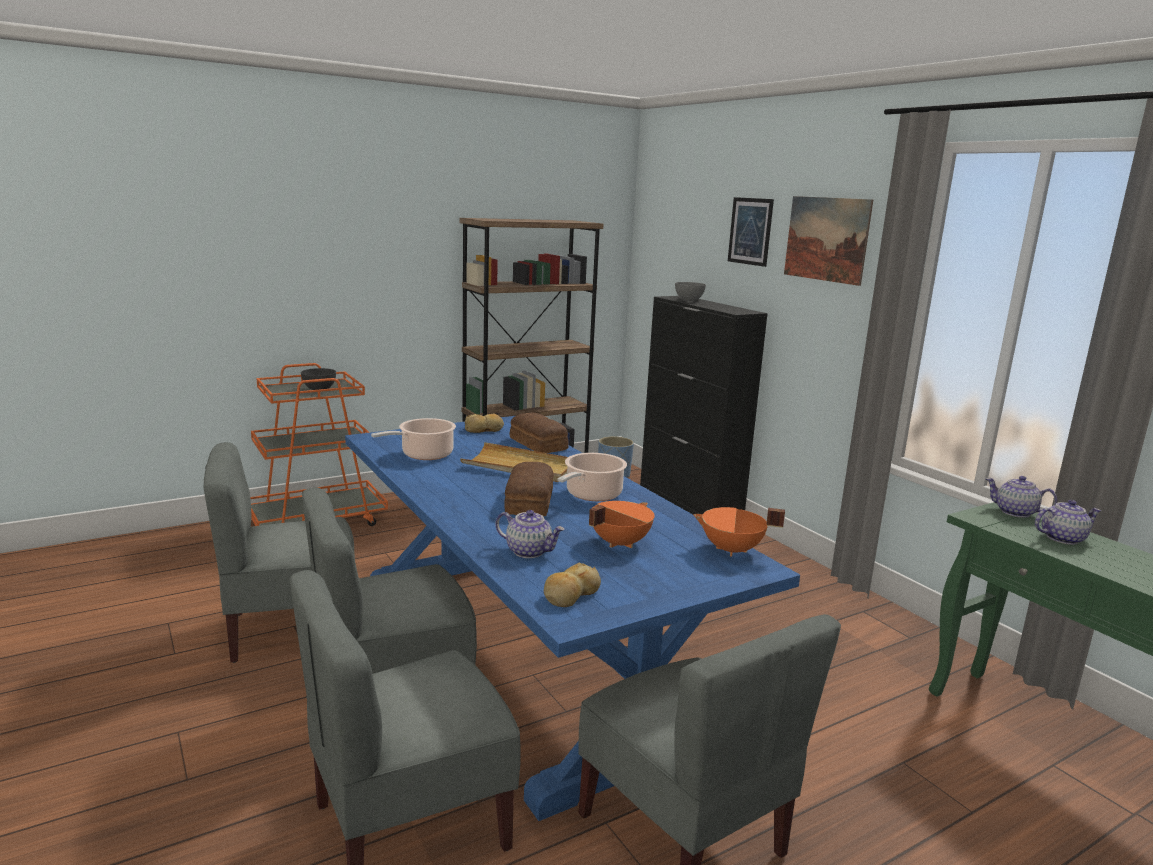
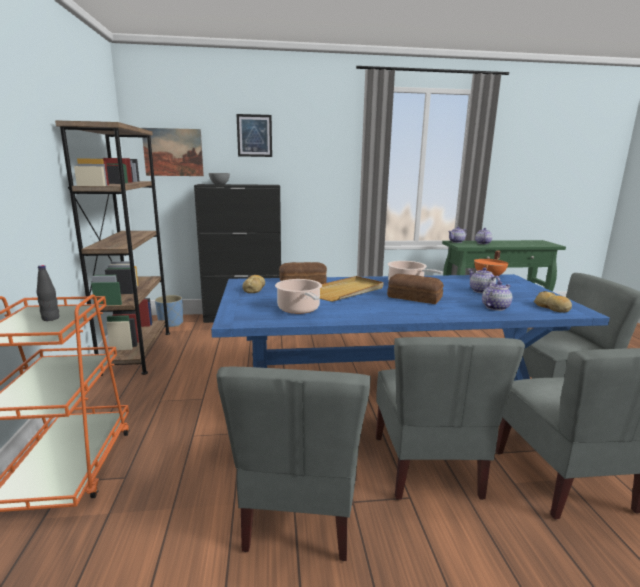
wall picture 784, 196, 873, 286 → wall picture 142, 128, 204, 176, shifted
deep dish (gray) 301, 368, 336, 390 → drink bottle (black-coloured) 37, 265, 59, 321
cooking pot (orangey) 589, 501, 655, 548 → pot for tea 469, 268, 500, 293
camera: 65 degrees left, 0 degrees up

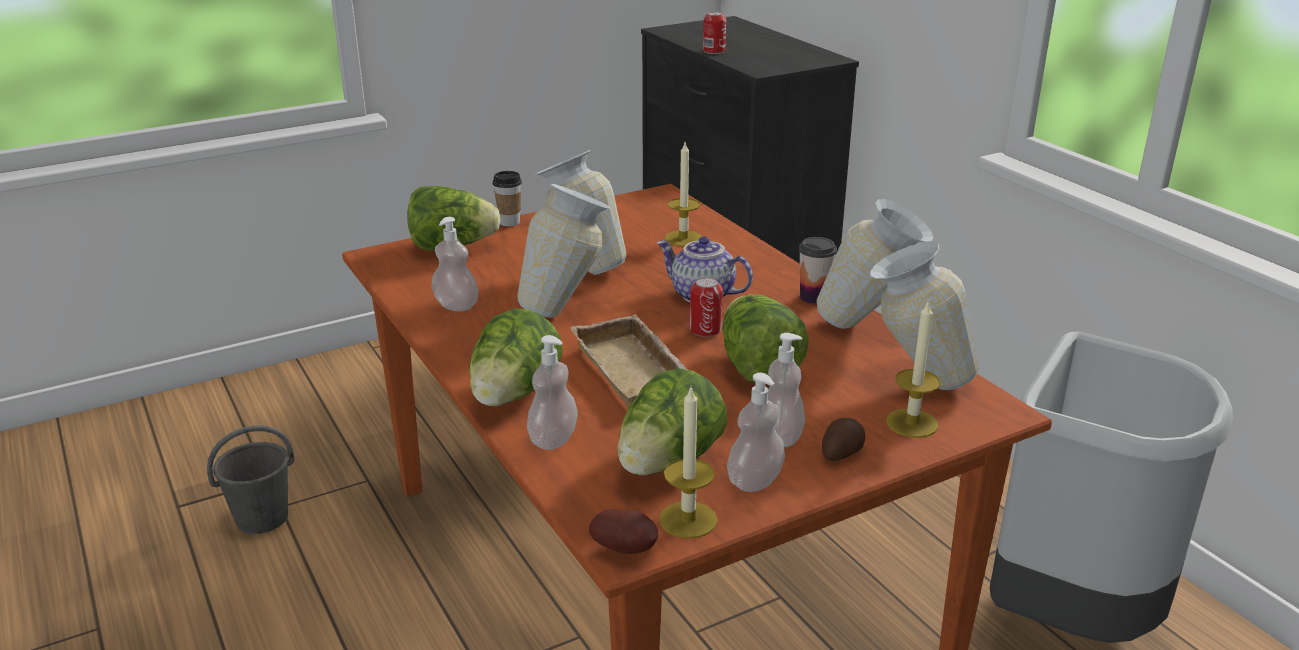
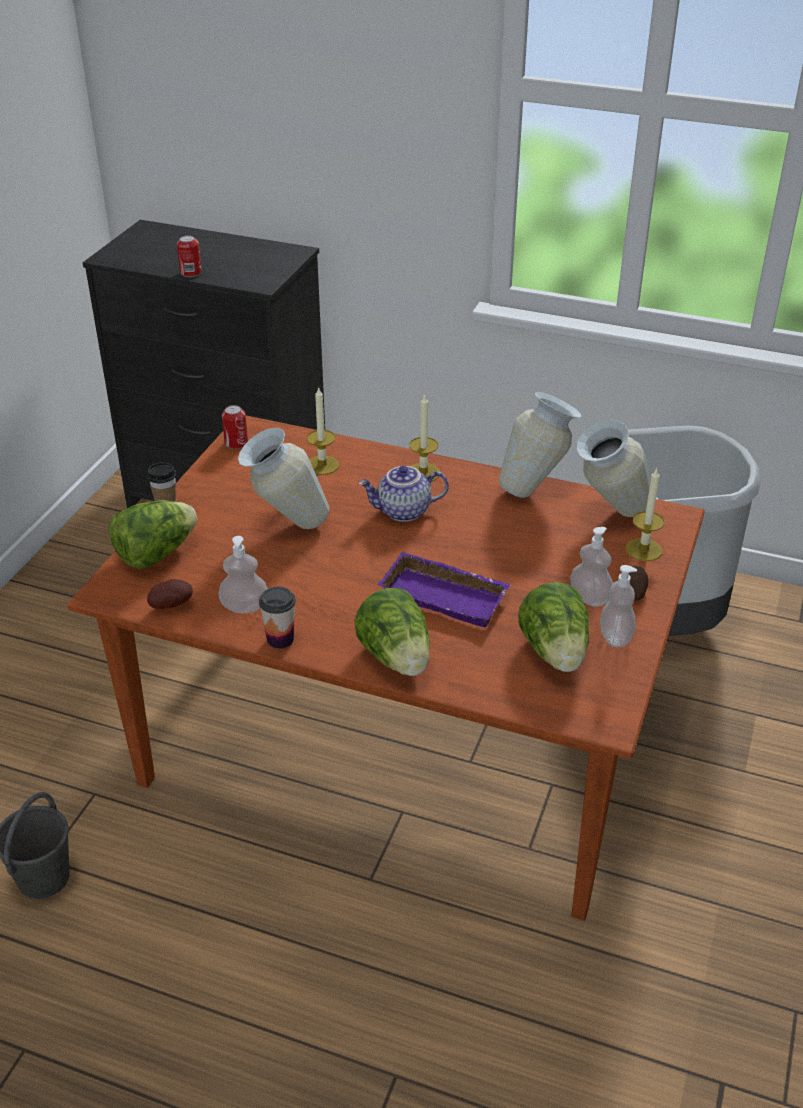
decorative vase 517, 184, 611, 318 → -
soap dispenser 527, 335, 578, 450 → -
lettuce 723, 295, 809, 385 → -
spud 589, 509, 658, 554 → spud 147, 579, 193, 609, shifted
wax light 659, 385, 718, 539 → wax light 409, 394, 440, 481, shifted
sealed can 690, 277, 723, 337 → sealed can 222, 405, 248, 449, shifted
drinking cup 799, 237, 837, 304 → drinking cup 259, 587, 296, 649, shifted
tray (beige) 570, 315, 688, 407 → tray (purple) 377, 551, 510, 627
camera: 40 degrees left, 10 degrees up

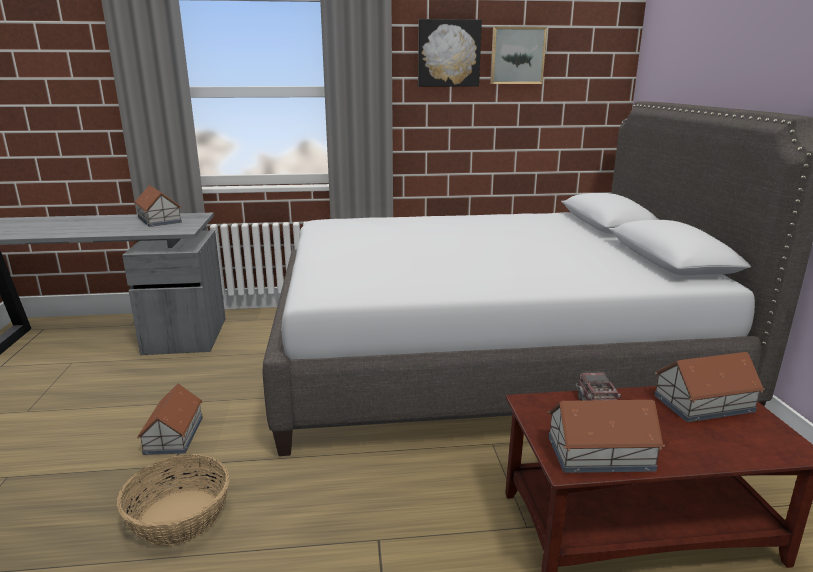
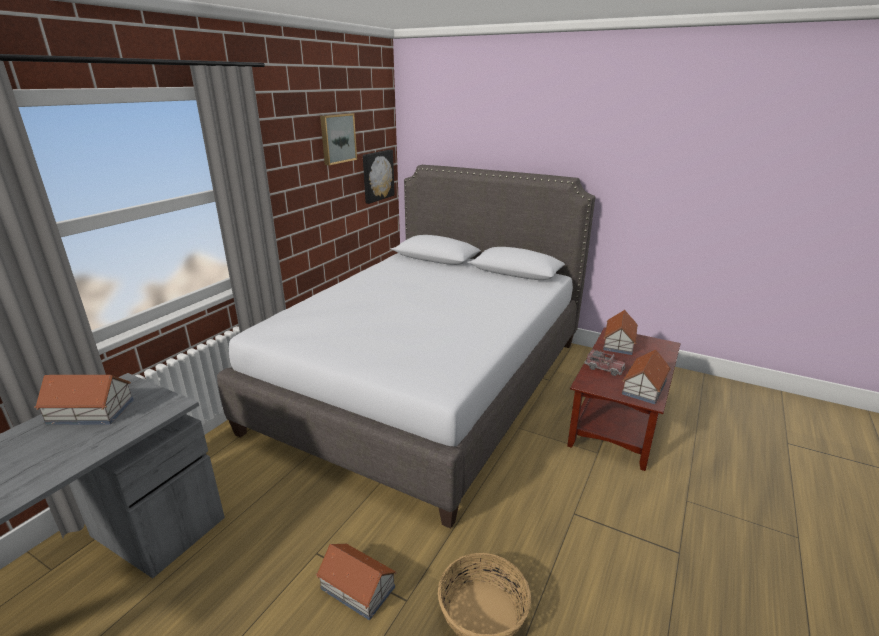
wall picture 418, 19, 482, 87 → wall picture 363, 150, 395, 204, shifted
camera: 55 degrees left, 5 degrees up

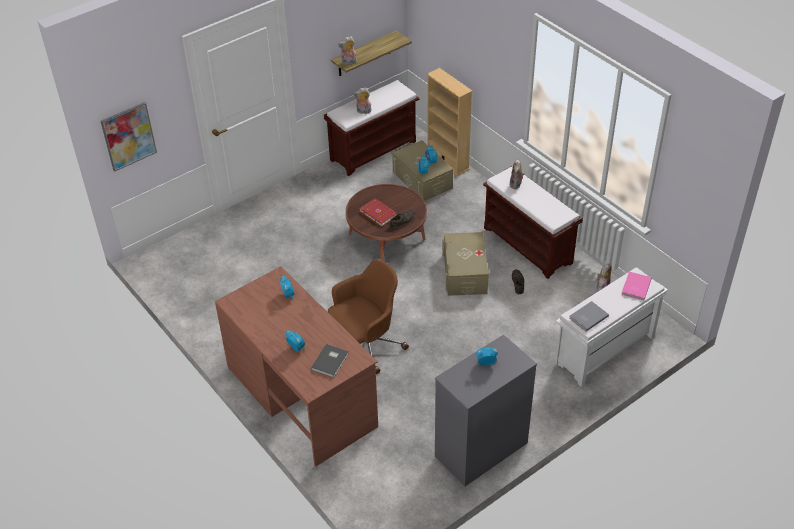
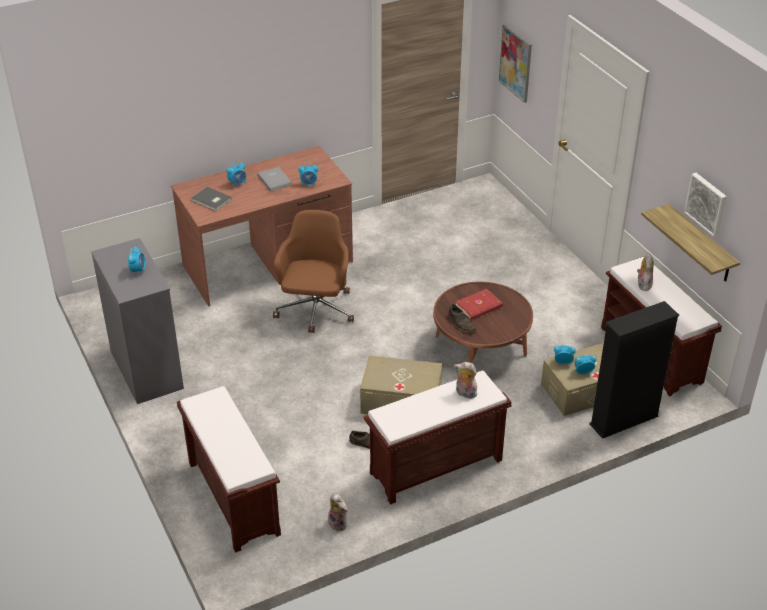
soft toy 338, 36, 356, 65 → -
volume (pinkish) 621, 272, 652, 300 → -
- → wall picture 684, 173, 727, 237
volume (gray) 569, 301, 609, 332 → volume (gray) 257, 167, 292, 191, shifted
shelving unit (beige) 426, 68, 473, 176 → shelving unit (black-coloured) 589, 301, 679, 439
long seat (white-coloured) 555, 267, 668, 387 → long seat (brownish) 177, 386, 281, 553
desk chair (brownish) 328, 259, 409, 374 → desk chair (brownish) 273, 210, 354, 333, 150 degrees counterclockwise
camera: 100 degrees right, 5 degrees down

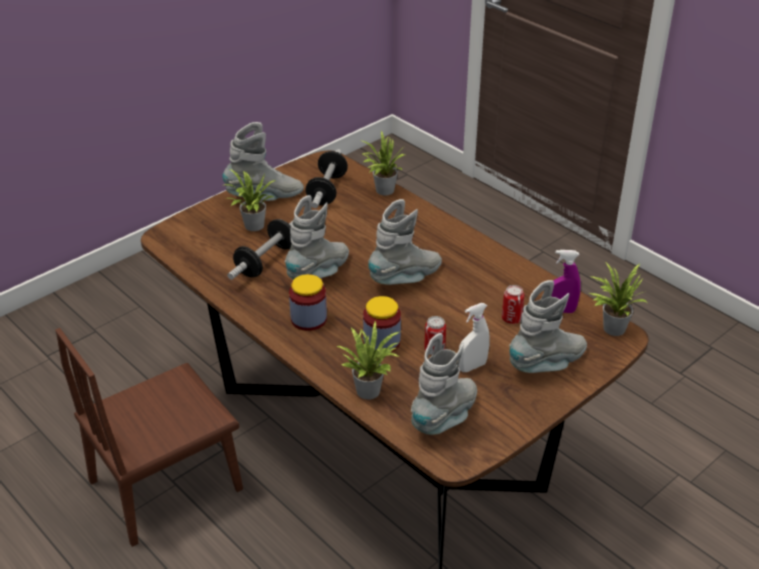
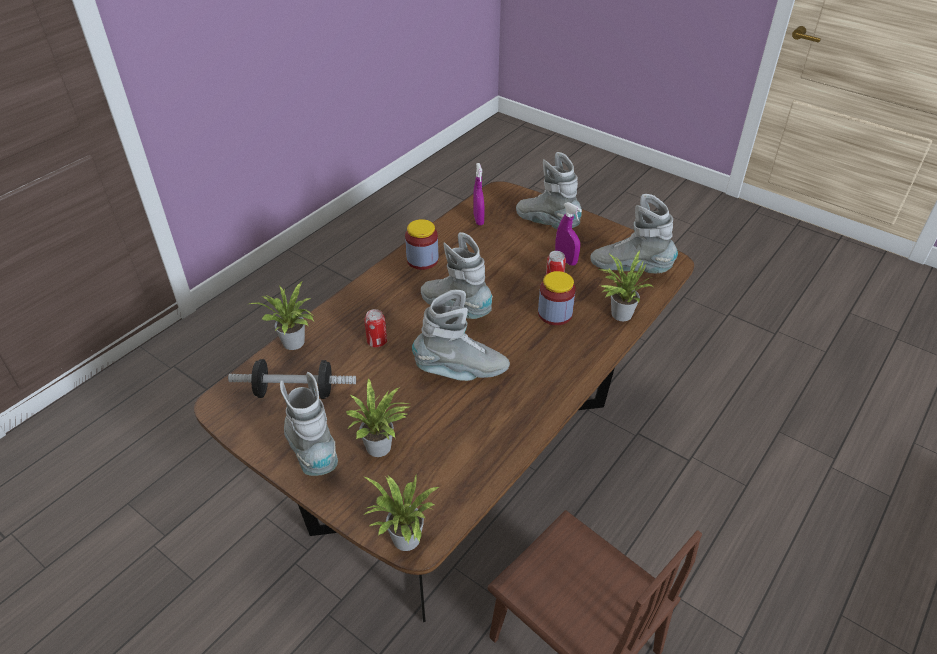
hand weight 227, 219, 292, 280 → -
preserve jar 289, 274, 327, 331 → preserve jar 405, 219, 439, 270, shifted
sealed can 502, 285, 524, 324 → sealed can 364, 309, 387, 347, shifted
houseplant 589, 262, 648, 336 → houseplant 364, 475, 439, 551, shifted
sprayer (white-coloured) 459, 303, 490, 372 → sprayer (purple) 555, 202, 582, 266
high-top boot (gray) 285, 195, 349, 280 → high-top boot (gray) 412, 290, 510, 381, 150 degrees clockwise
camera: 100 degrees left, 5 degrees up

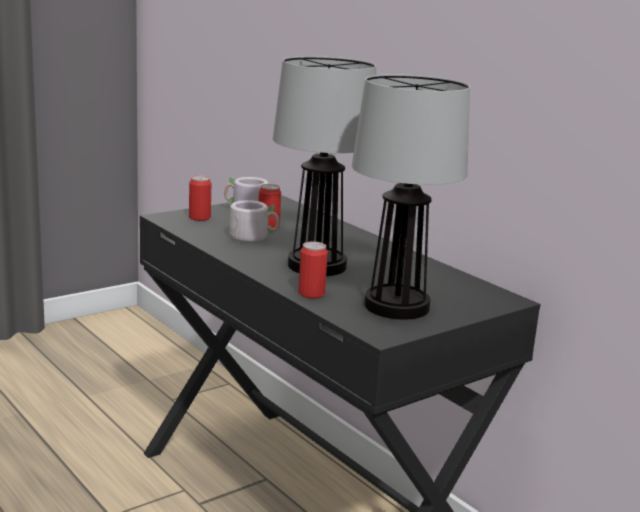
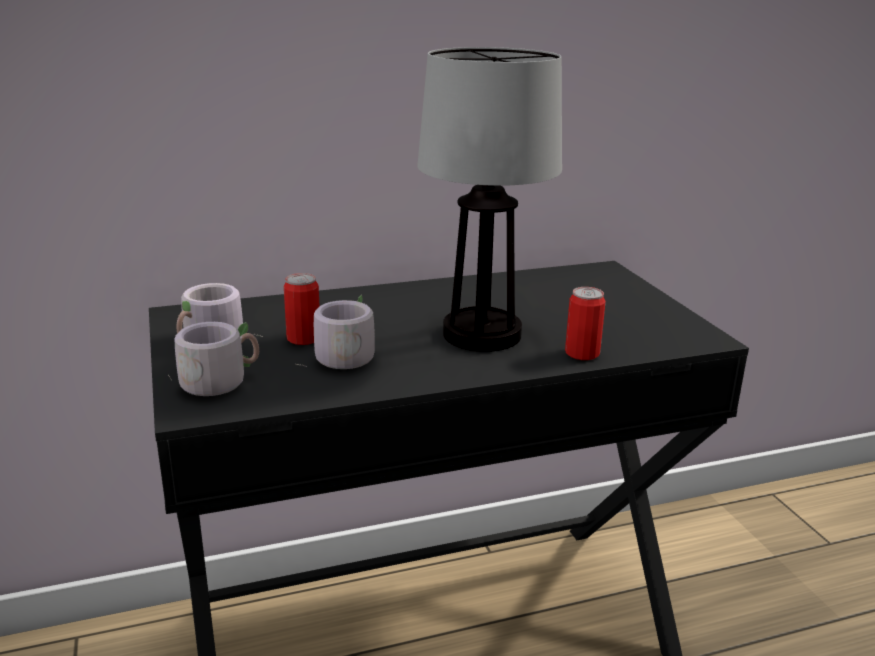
tabletop lamp 352, 74, 470, 320 → -
sealed can 189, 175, 211, 221 → tea mug (gray) 168, 322, 259, 396
camera: 70 degrees left, 5 degrees up

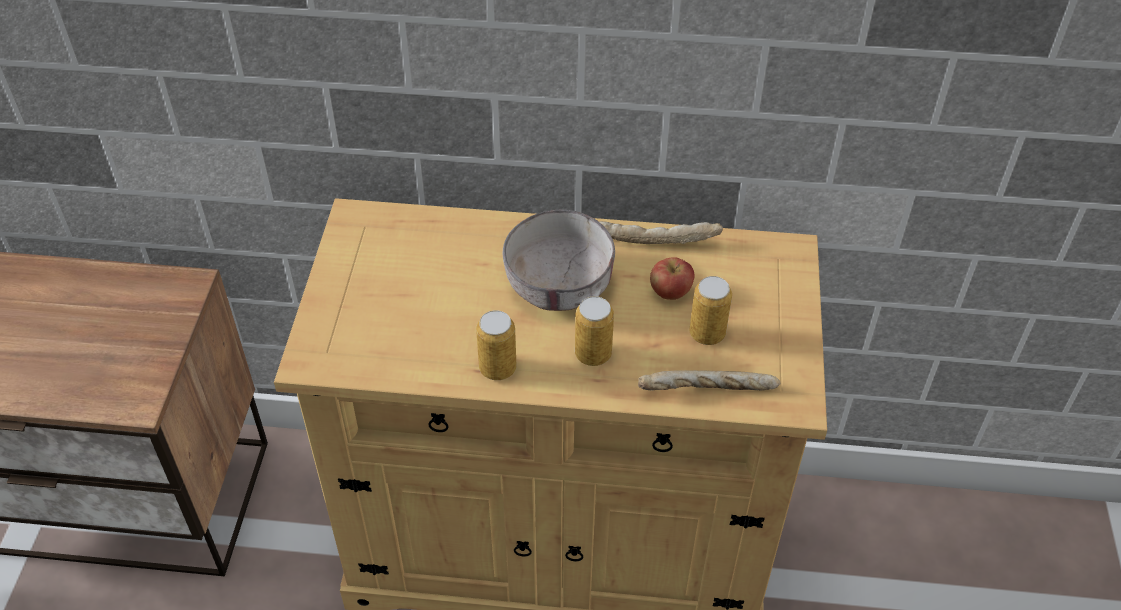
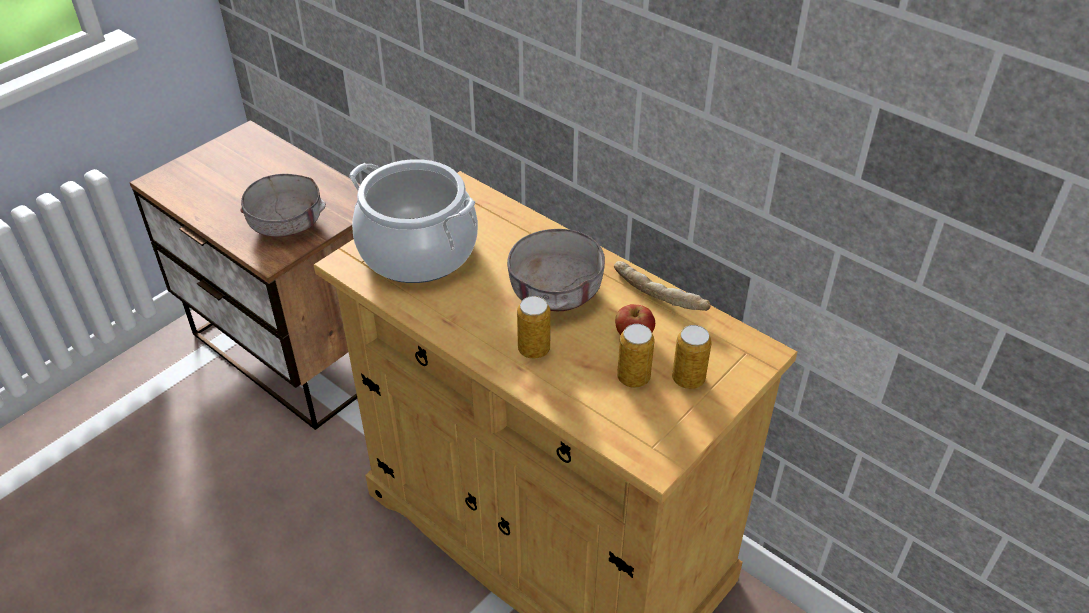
bakery bread 638, 370, 781, 391 → -
- → deep dish (gray) 240, 174, 326, 237
- → cooking pot 349, 159, 478, 283
sealed can 476, 310, 516, 380 → sealed can 672, 325, 712, 389, shifted
camera: 35 degrees right, 5 degrees down

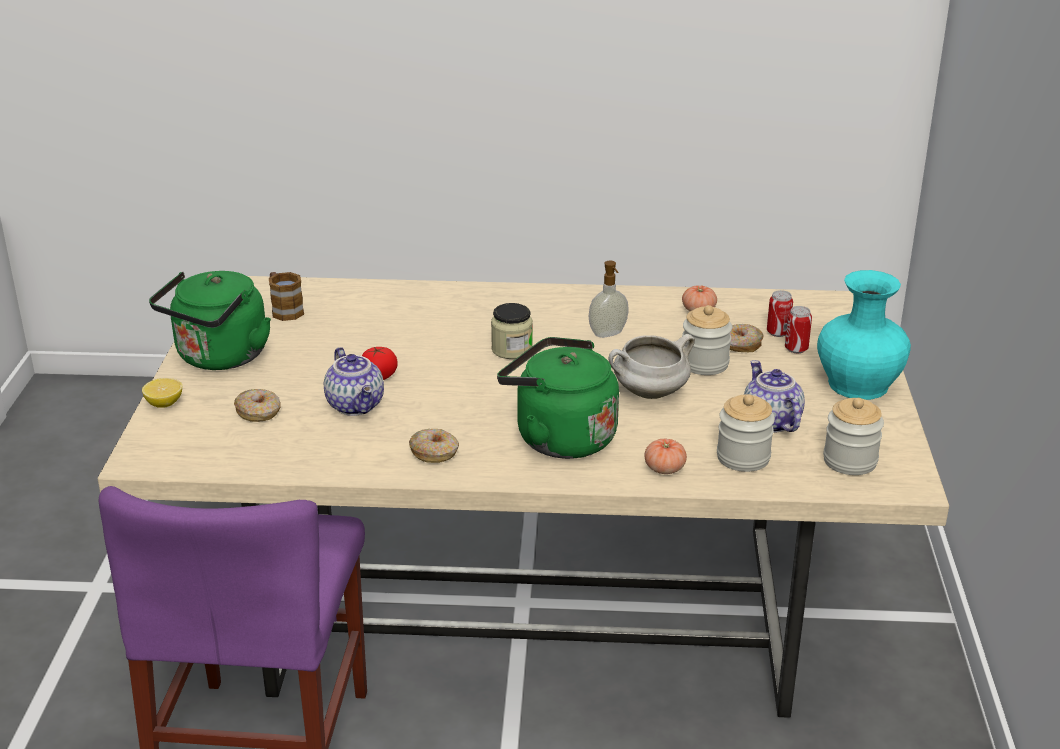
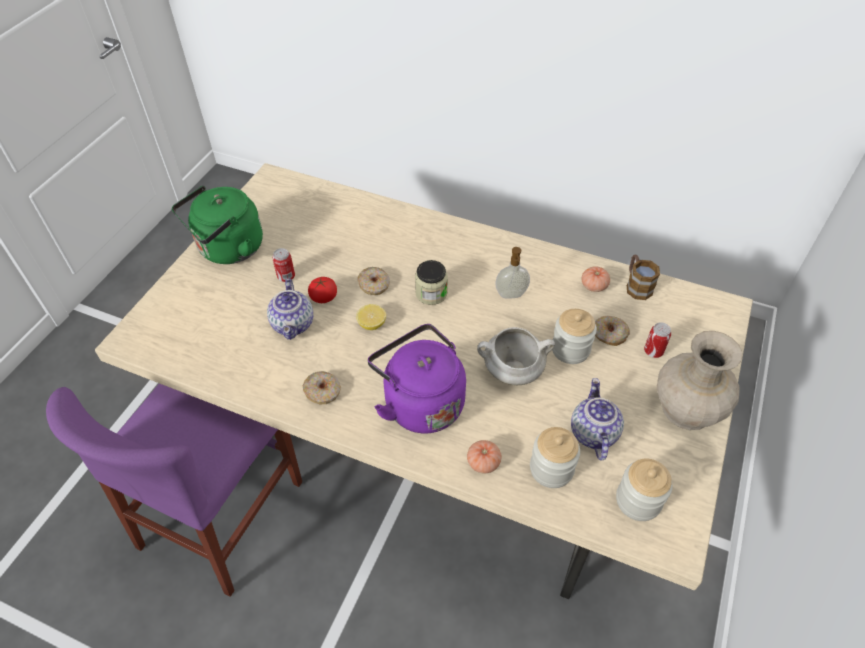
whole lemon 142, 378, 182, 408 → whole lemon 356, 304, 386, 330, shifted
donut 234, 389, 281, 422 → donut 358, 267, 390, 295, shifted
tea mug 269, 272, 304, 321 → tea mug 627, 255, 660, 300, shifted
sealed can 767, 290, 793, 337 → sealed can 272, 248, 295, 282, shifted
water kettle (green-coloured) 497, 337, 619, 459 → water kettle (purple) 368, 324, 466, 433
decorative vase (blue-green) 817, 270, 911, 400 → decorative vase (beige) 657, 331, 742, 430
camera: 20 degrees right, 20 degrees up

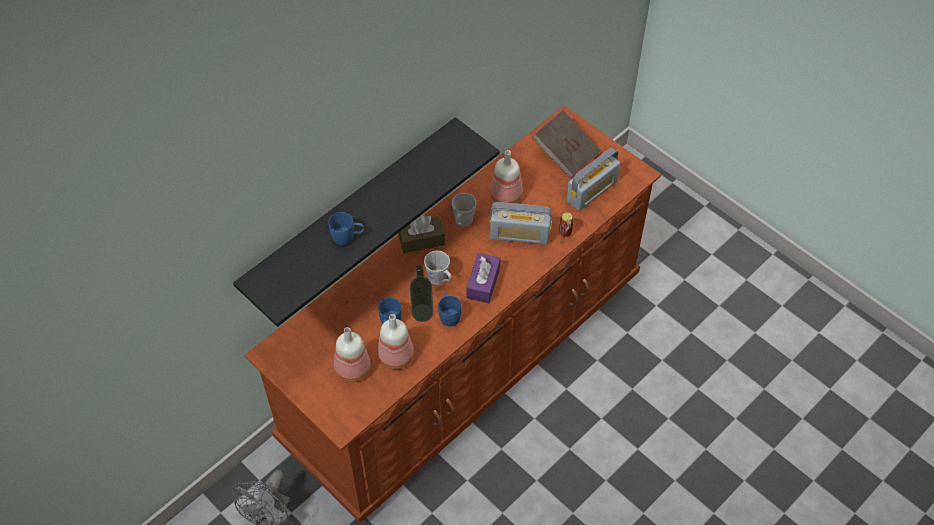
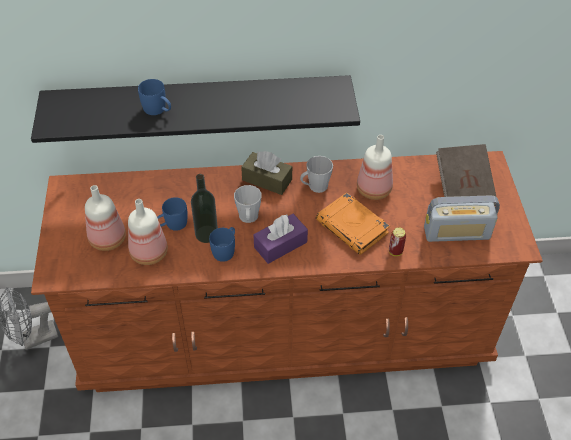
radio 489, 202, 552, 245 → volume (orangey) 316, 192, 390, 255
camera: 40 degrees right, 5 degrees down

